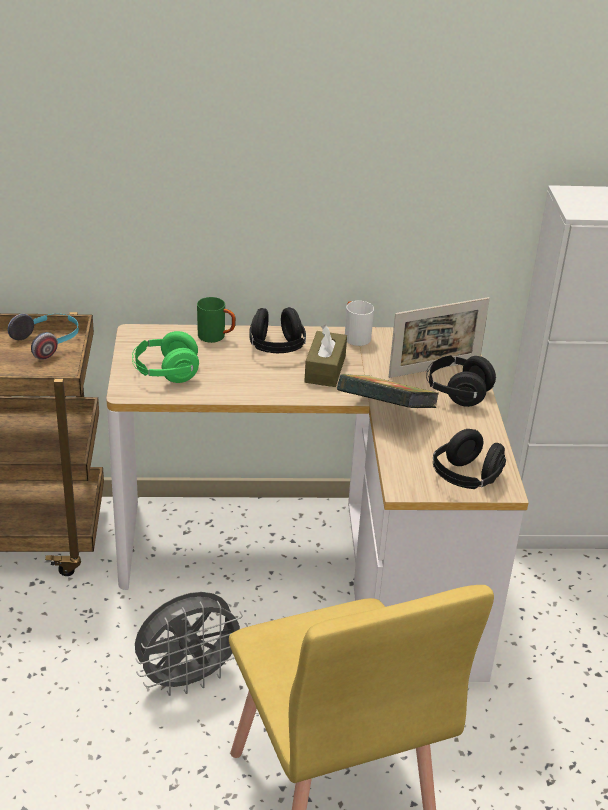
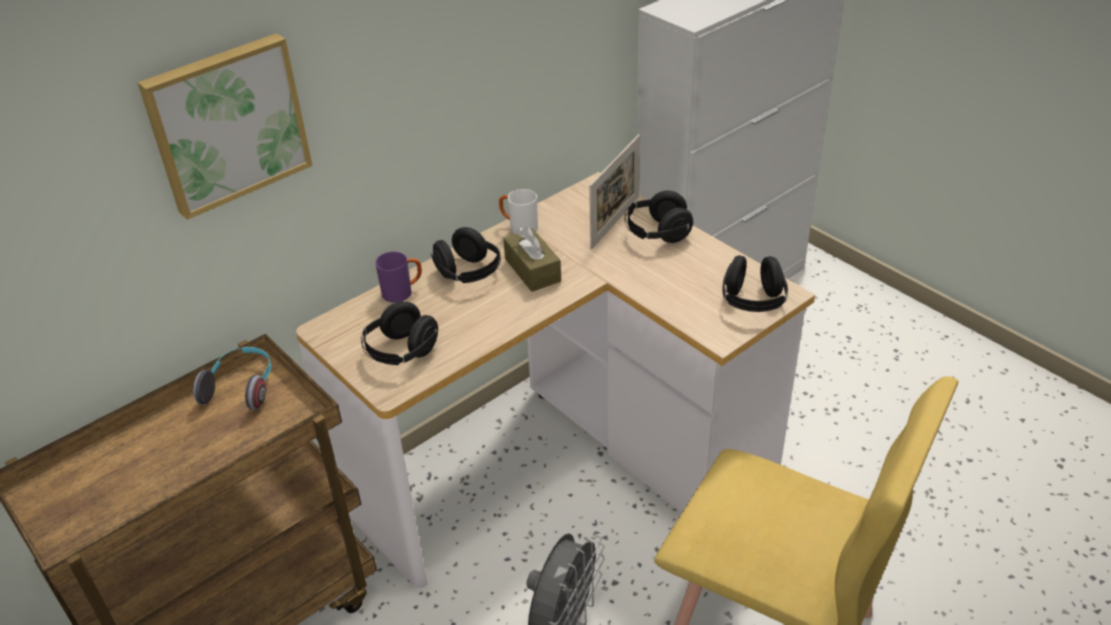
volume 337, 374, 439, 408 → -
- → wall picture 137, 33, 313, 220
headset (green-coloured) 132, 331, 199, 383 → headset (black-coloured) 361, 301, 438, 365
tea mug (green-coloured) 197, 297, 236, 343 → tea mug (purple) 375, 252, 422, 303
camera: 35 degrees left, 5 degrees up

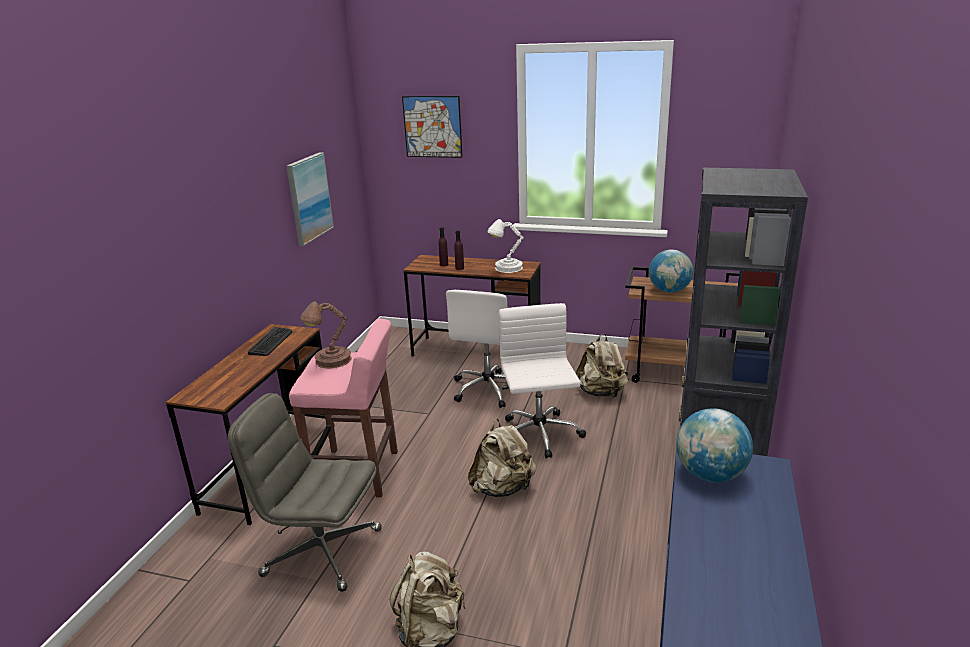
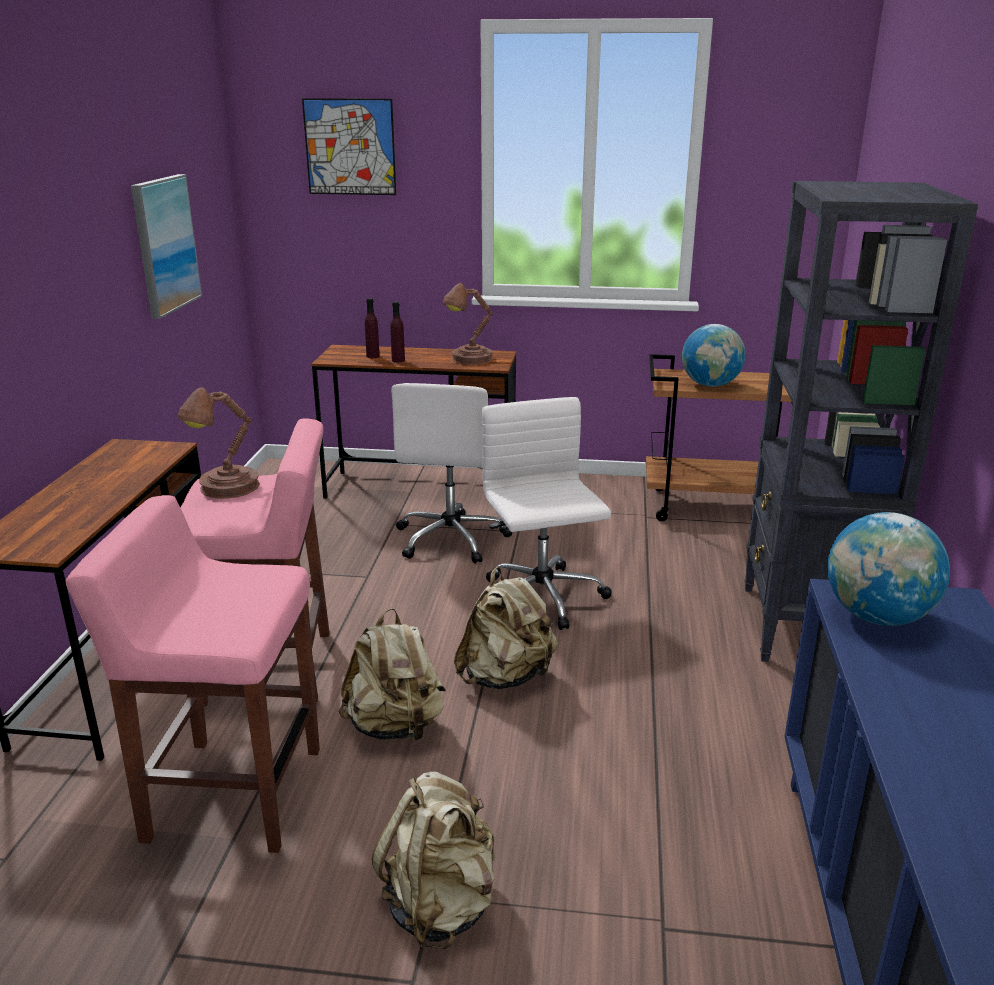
computer keyboard 248, 327, 293, 356 → -
knapsack (beige) 576, 333, 628, 398 → knapsack (beige) 338, 608, 446, 742, shifted
desk chair (gray) 228, 393, 382, 592 → stool seat (pinkish) 66, 495, 320, 853
tabletop lamp (white-coloured) 488, 219, 524, 273 → tabletop lamp (brownish) 443, 283, 493, 365
camera: 10 degrees left, 0 degrees up

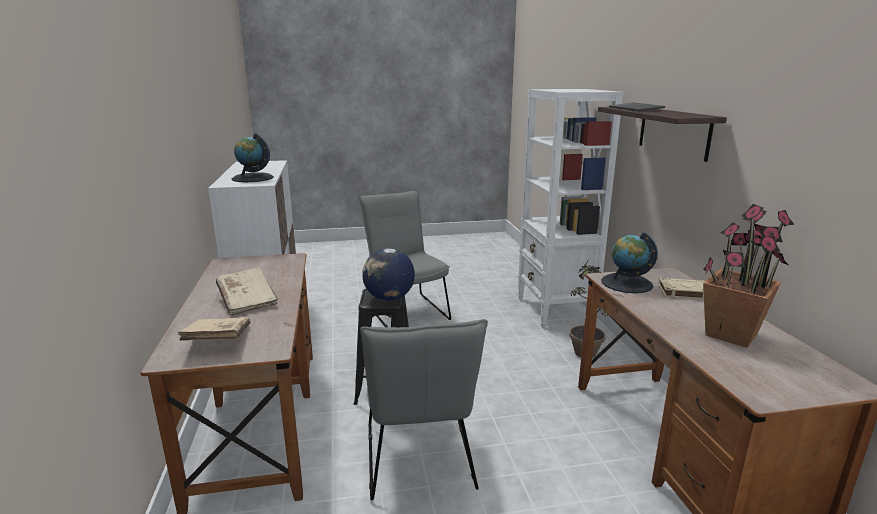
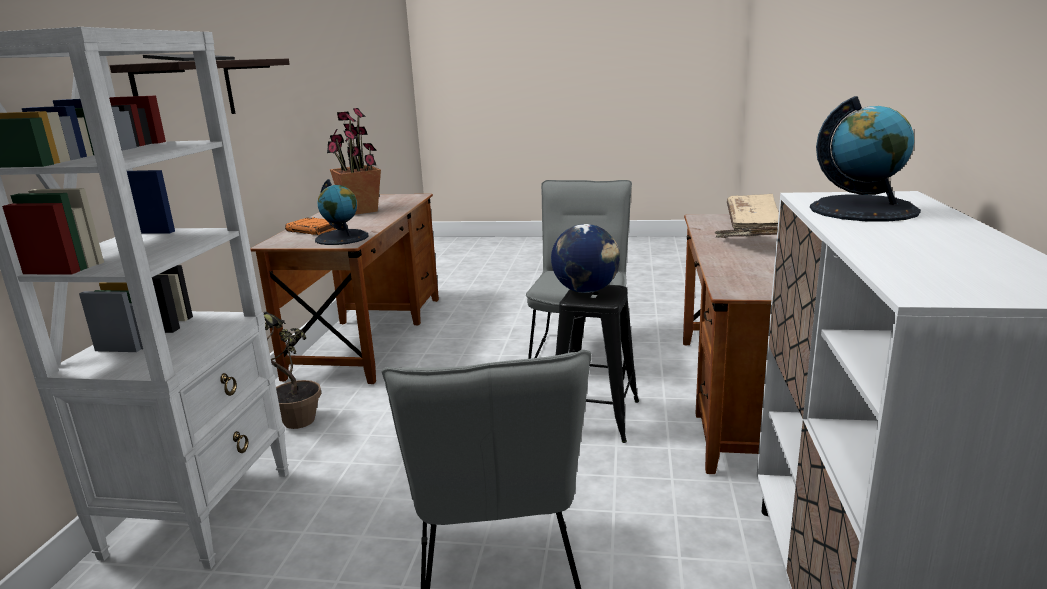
volume (beige) 658, 278, 705, 300 → volume (orangey) 285, 217, 336, 235
camera: 160 degrees left, 0 degrees up

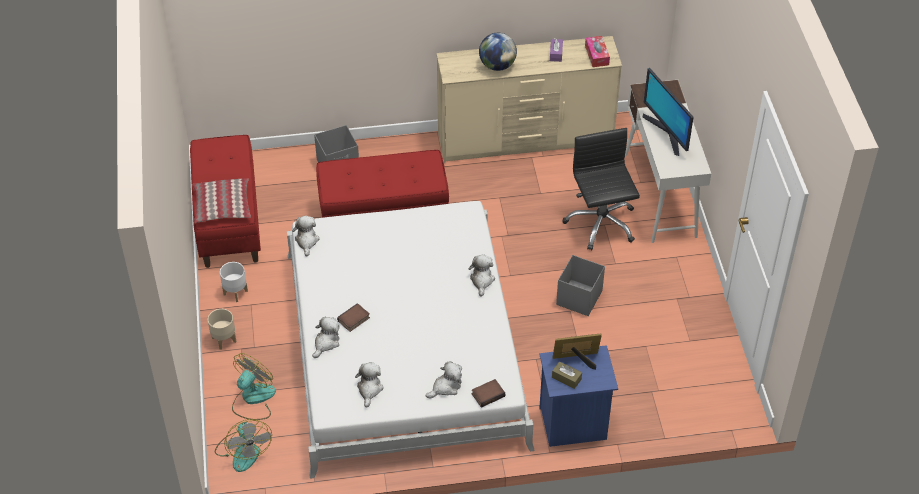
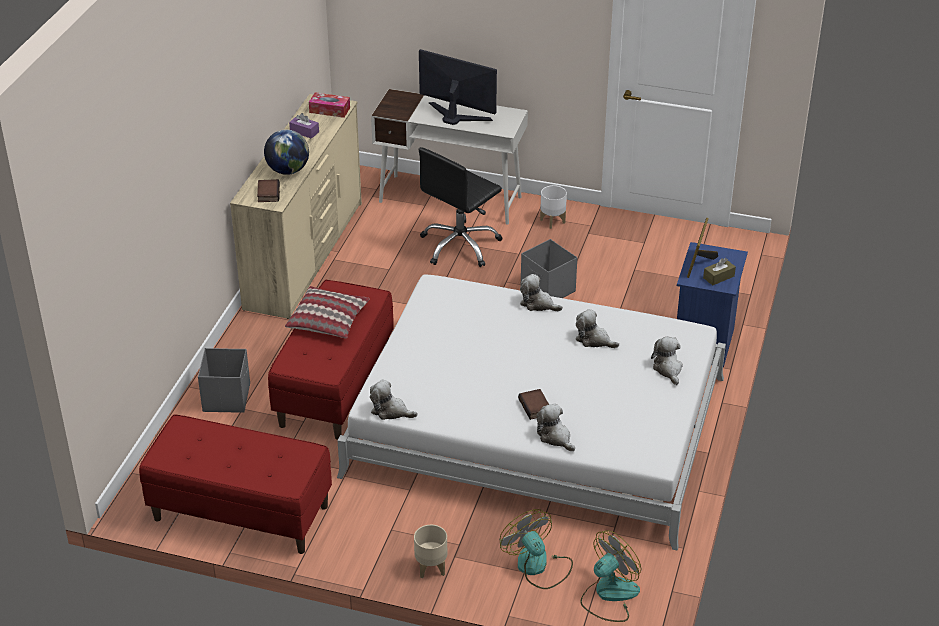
cushion 193, 178, 251, 223 → cushion 285, 286, 370, 338, shifted
planter (white-coloured) 220, 262, 248, 302 → planter (white-coloured) 540, 185, 567, 229, shifted
soft toy 355, 362, 384, 408 → soft toy 575, 309, 619, 348, shifted
volume 472, 379, 505, 408 → volume 257, 179, 280, 202, shifted
fan 215, 419, 272, 472 → fan 580, 530, 641, 622, 45 degrees counterclockwise
desk chair (black-coloured) 563, 128, 640, 250 → desk chair (black-coloured) 419, 147, 503, 267, 60 degrees counterclockwise
computer display 643, 68, 693, 156 → computer display 419, 49, 497, 125, 150 degrees counterclockwise
camera: 65 degrees left, 10 degrees down

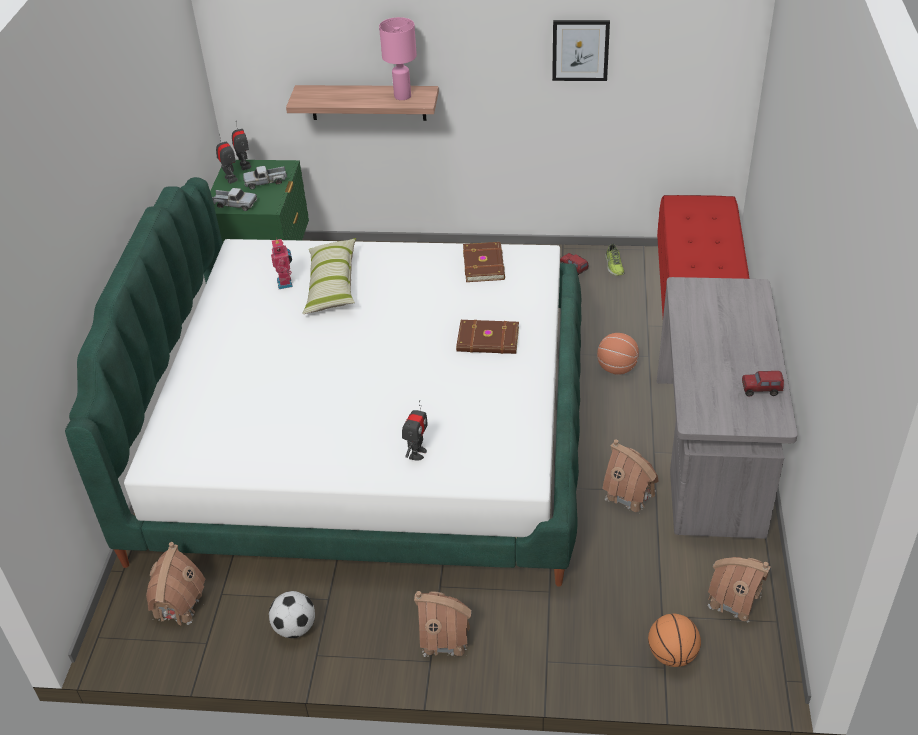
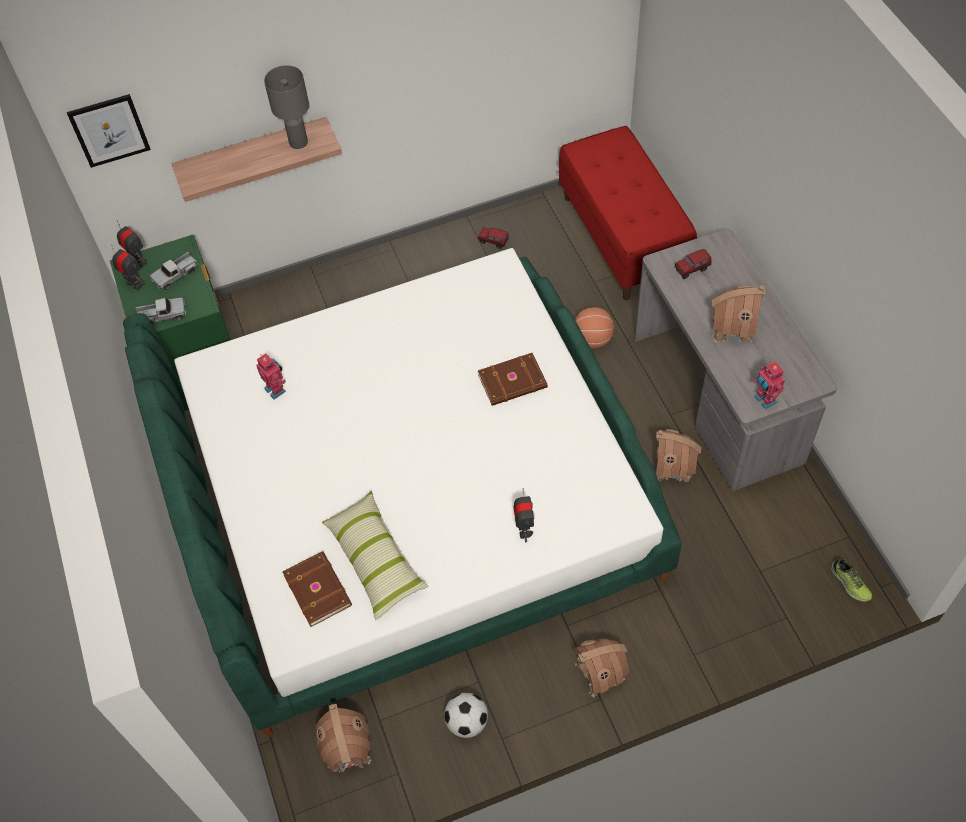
ball for basketball 648, 614, 701, 667 → -
- → toy robot 754, 361, 785, 409
cushion 302, 238, 356, 314 → cushion 322, 491, 429, 620, shifted
volume (brownish) 463, 242, 505, 282 → volume (brownish) 283, 551, 352, 627, shifted
wall picture 552, 20, 610, 81 → wall picture 67, 94, 151, 168, shifted
shoe 605, 243, 625, 276 → shoe 831, 558, 872, 602, shifted
toy house 707, 557, 771, 623 → toy house 711, 285, 765, 343, shifted
model truck 742, 371, 784, 397 → model truck 675, 249, 712, 279, shifted
tabletop lamp (pinkish) 379, 17, 417, 100 → tabletop lamp (gray) 264, 65, 309, 149
camera: 25 degrees left, 15 degrees up

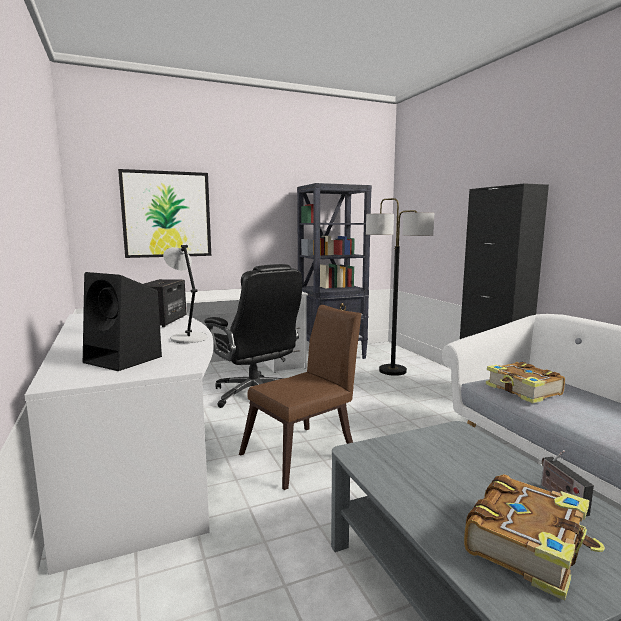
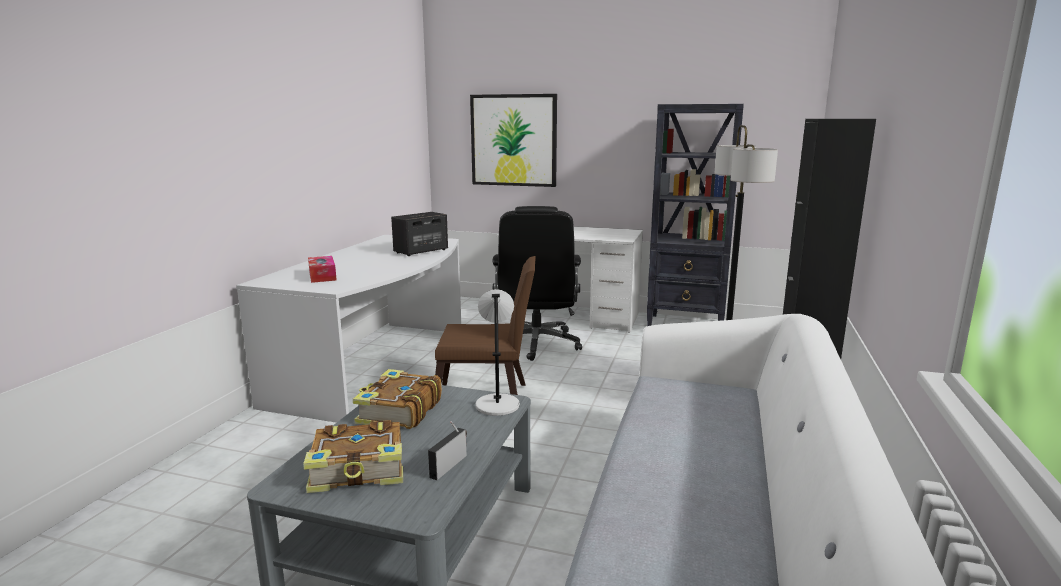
tabletop lamp (gray) 163, 245, 207, 343 → tabletop lamp (gray) 475, 289, 520, 416, shifted
volume 486, 362, 565, 403 → volume 353, 369, 442, 429, shifted
audio speaker (black-coloured) 83, 272, 162, 371 → tissue holder 308, 256, 337, 283
camera: 40 degrees right, 5 degrees up

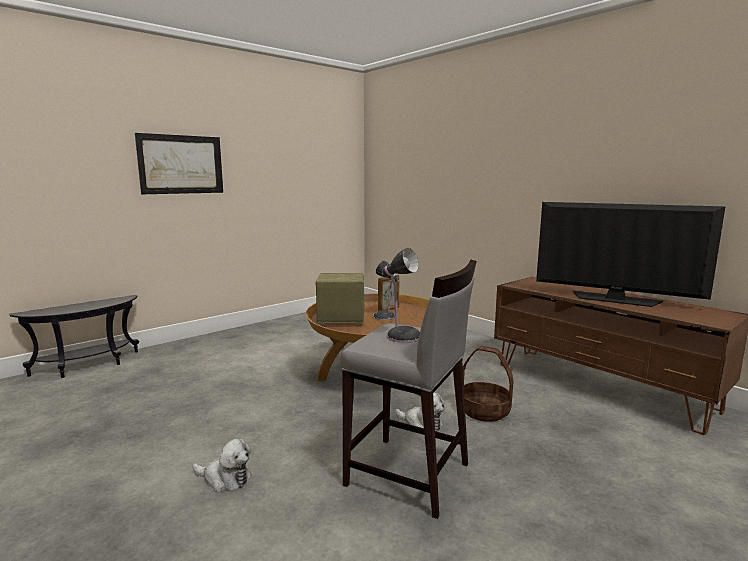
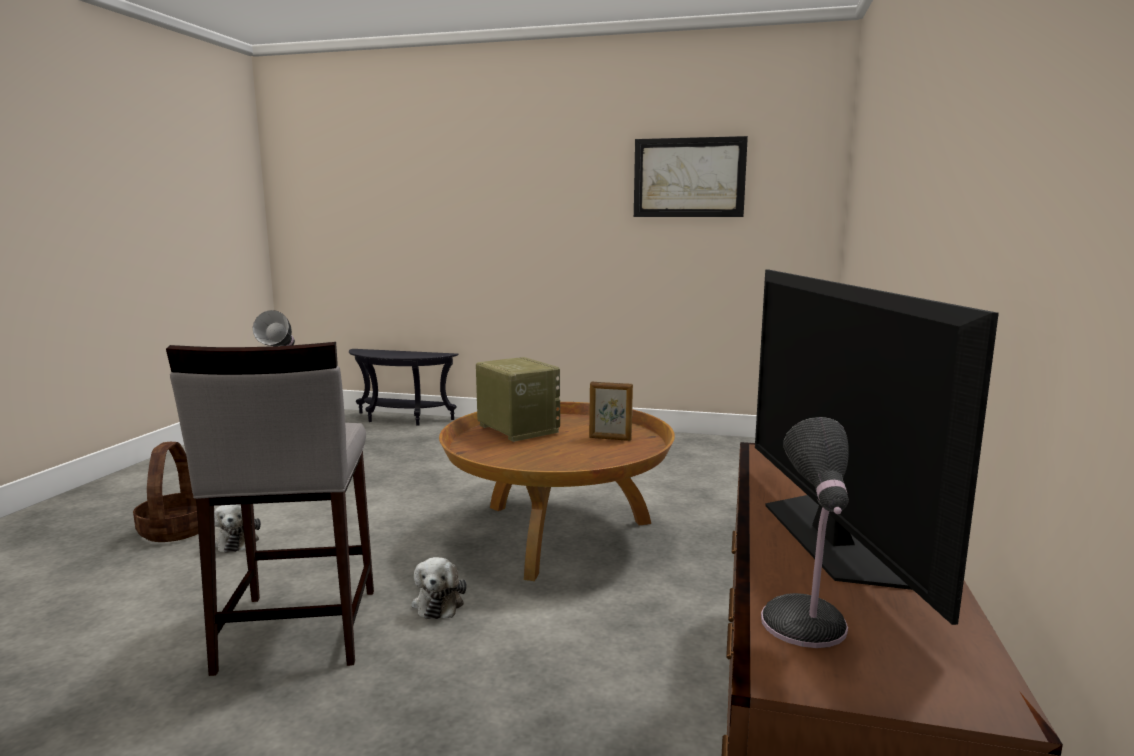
wall picture 135, 133, 223, 194 → wall picture 634, 136, 748, 217, shifted
tabletop lamp 373, 260, 399, 320 → tabletop lamp 761, 417, 849, 648, shifted
storage basket 463, 346, 514, 422 → storage basket 133, 442, 198, 542, shifted
camera: 55 degrees right, 0 degrees up

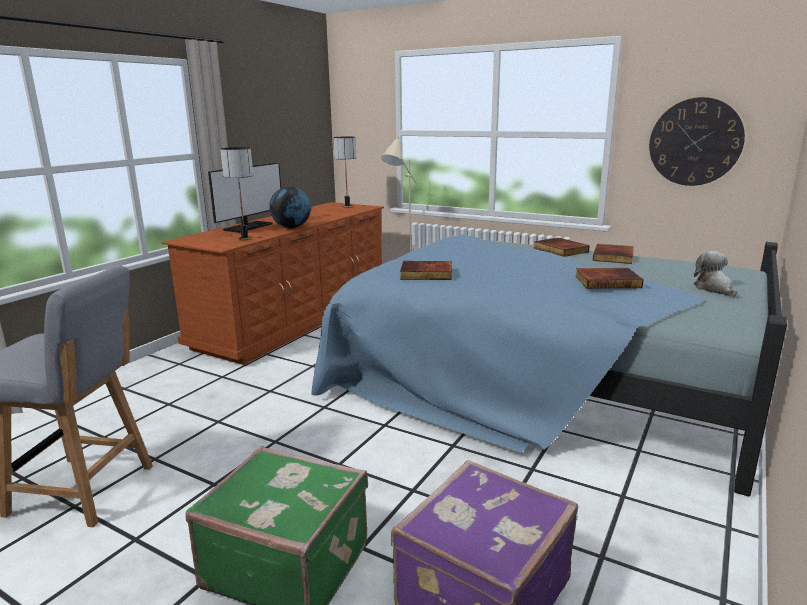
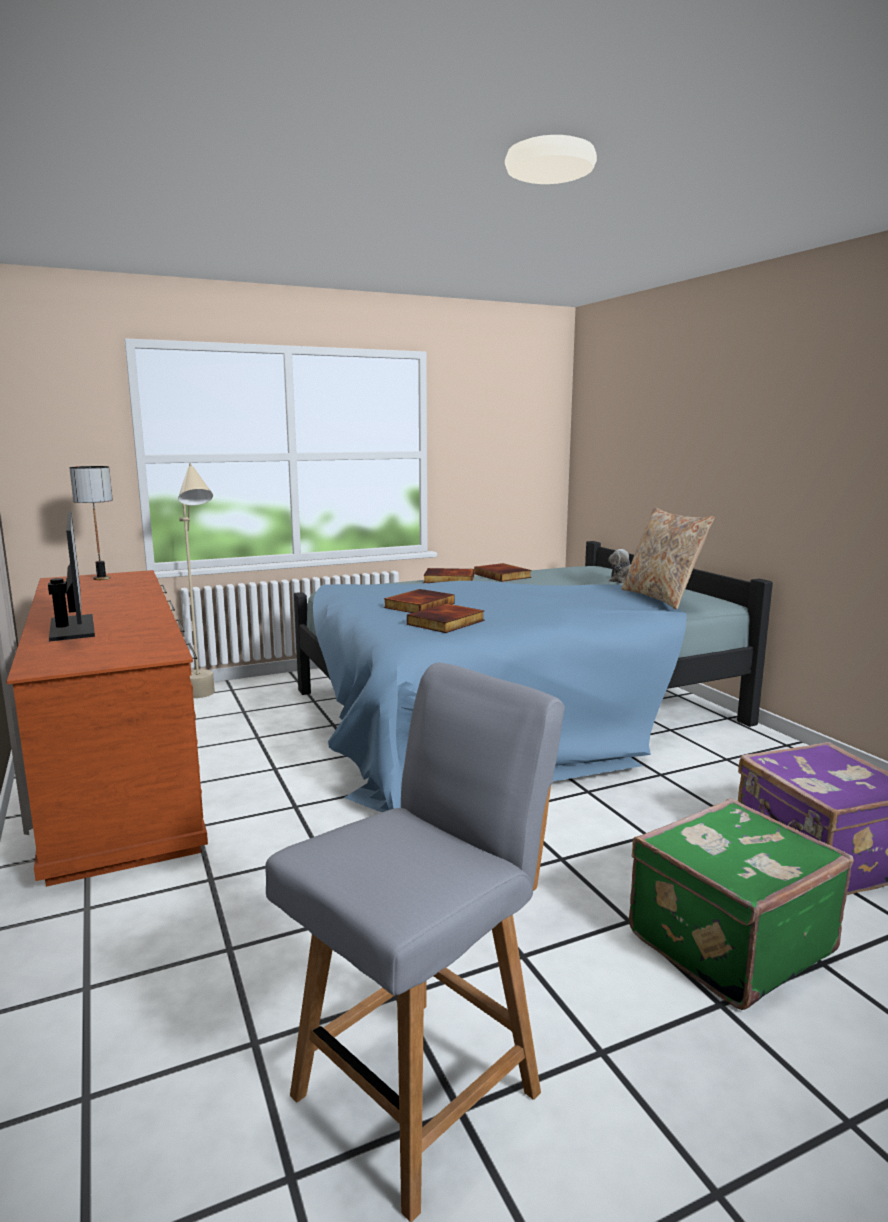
tabletop lamp 220, 147, 253, 240 → -
globe 269, 186, 311, 229 → -
hanging clock 649, 97, 745, 186 → -
- → cushion (beige) 621, 507, 714, 610
volume 576, 268, 644, 289 → volume 384, 589, 455, 613, shifted
camera: 55 degrees left, 5 degrees down

